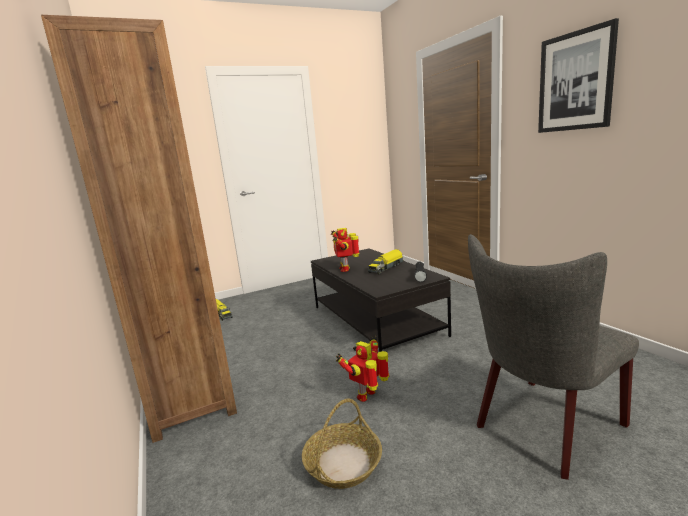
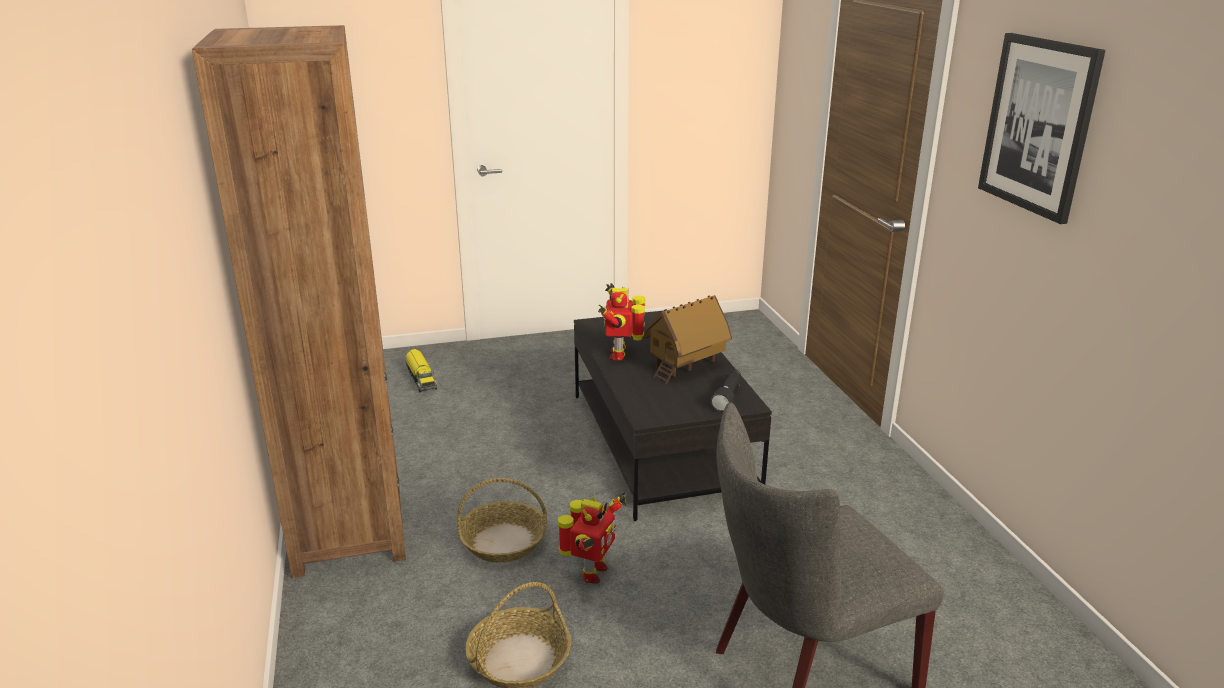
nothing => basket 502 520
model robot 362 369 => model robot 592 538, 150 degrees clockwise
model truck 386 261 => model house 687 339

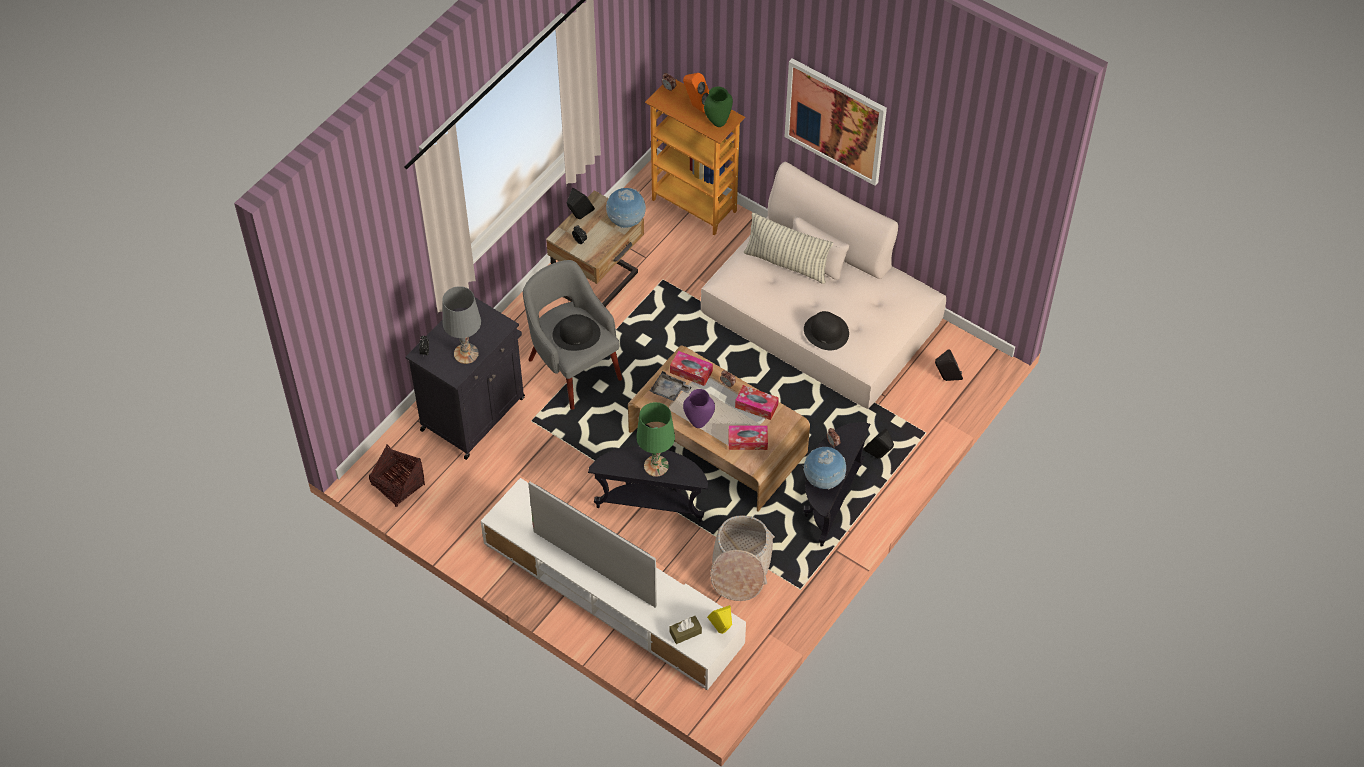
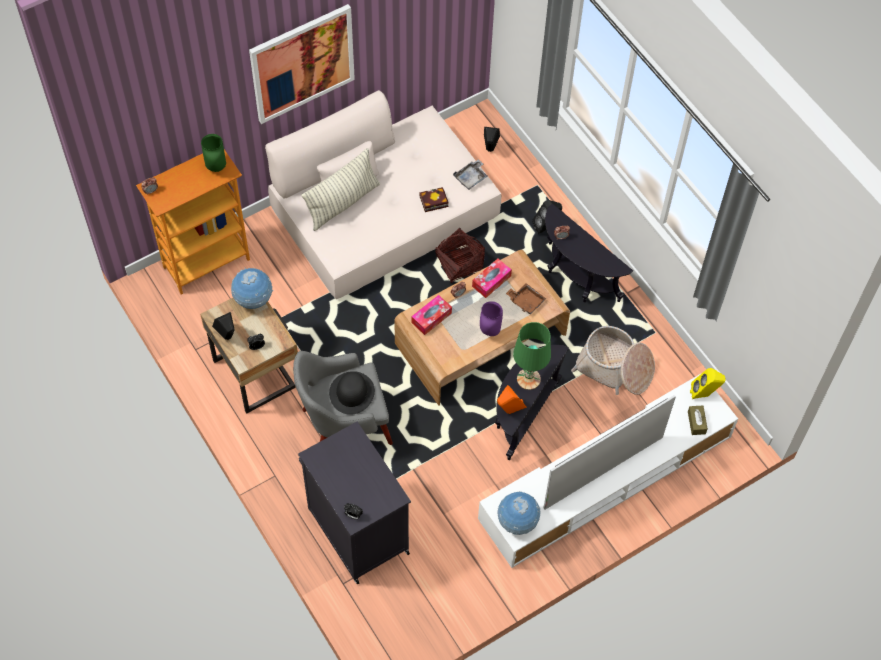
black hat 826 330 => volume 434 199
basket 397 475 => basket 460 255, move
greyish serving tray 670 386 => greyish serving tray 470 174, move
orange speaker 696 93 => orange speaker 511 399, move
world globe 824 468 => world globe 519 513, move
box of tissues 748 437 => brown-coloured serving tray 526 298
greyish tabletop lamp 461 325 => nothing

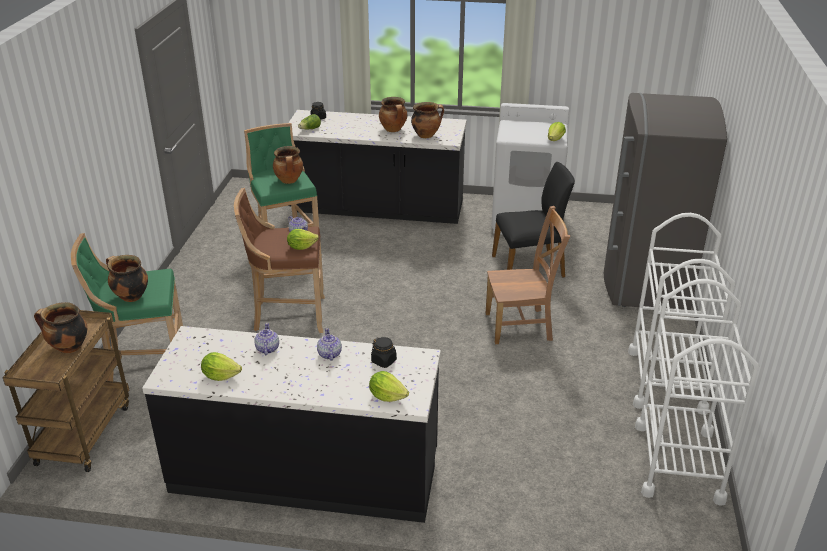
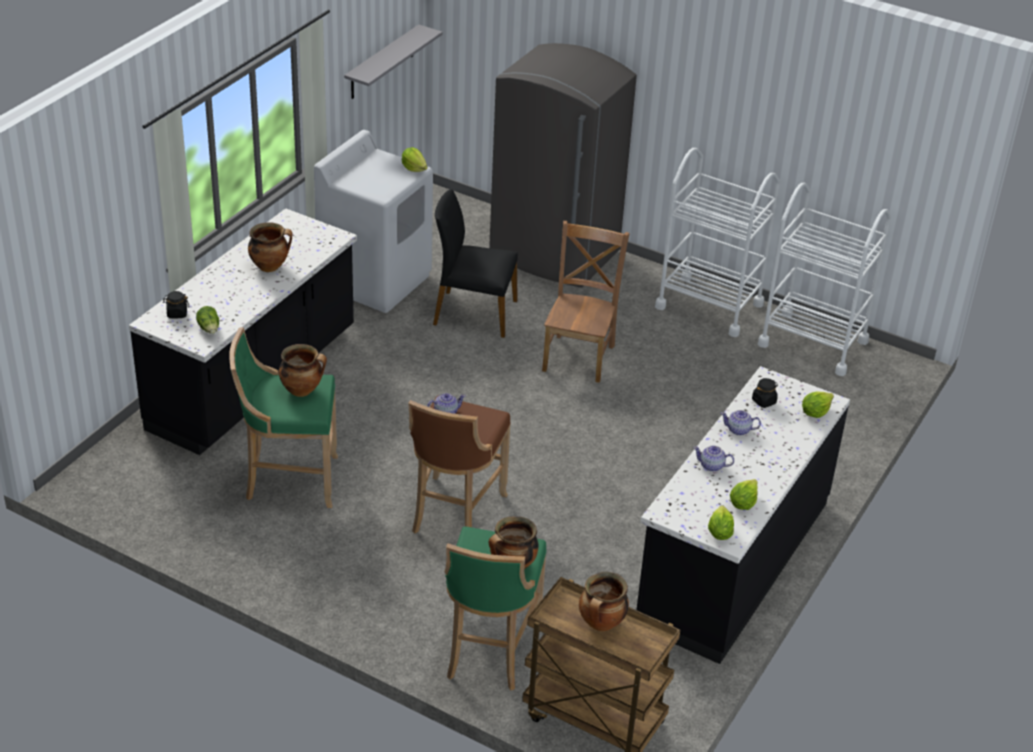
nothing => greyish shelf 393 62
black plain chair 533 220 => black plain chair 475 263, 90 degrees counterclockwise
head of lettuce 303 239 => head of lettuce 721 522, move
saucepot 427 120 => nothing

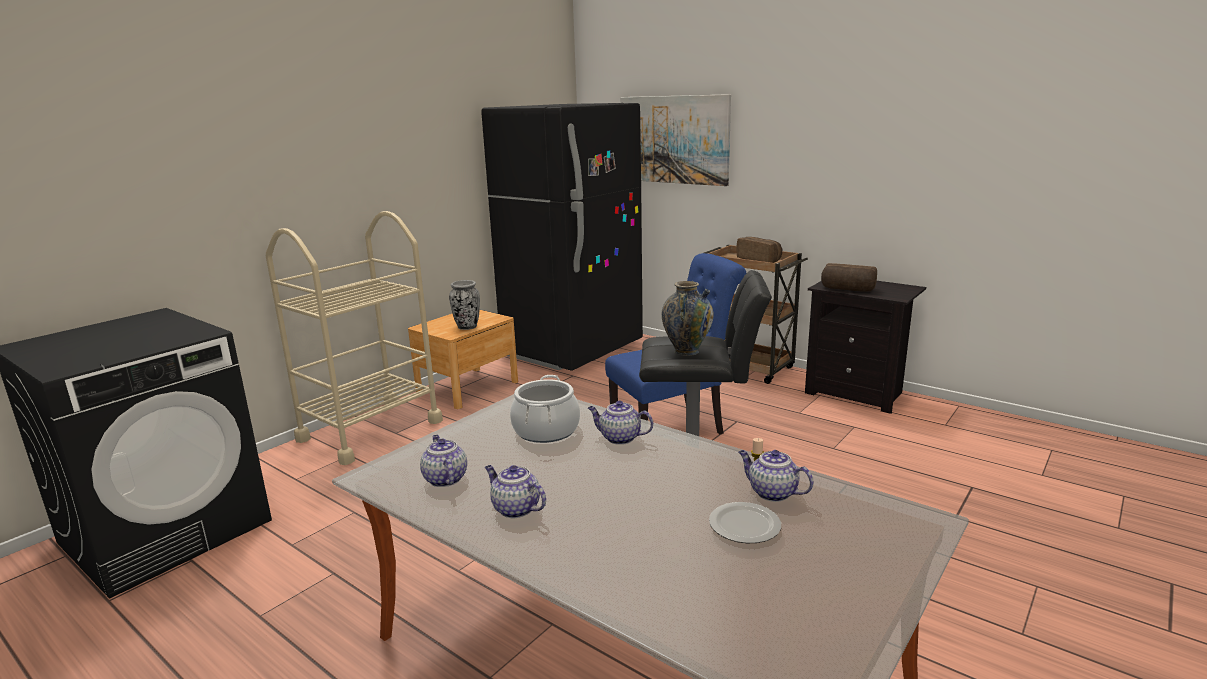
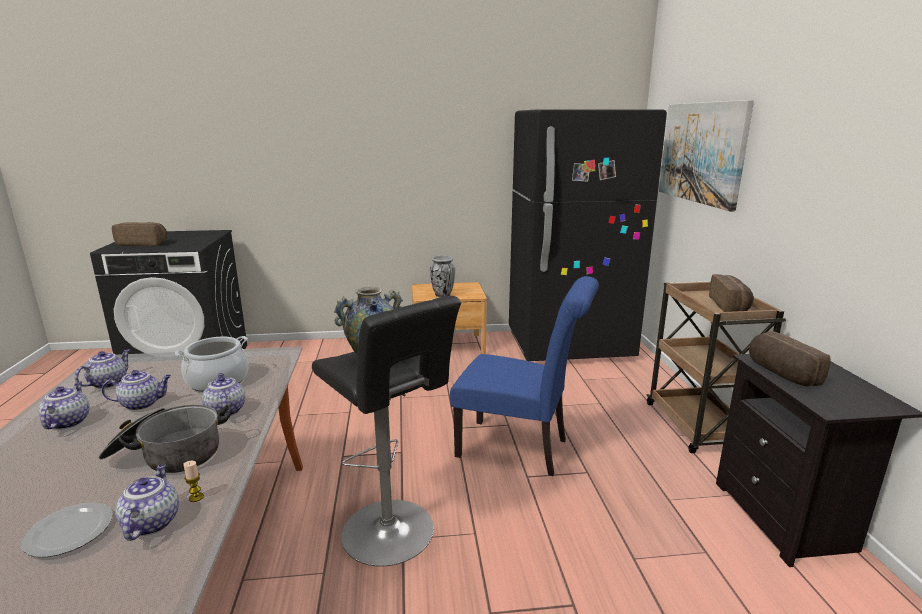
nothing => saucepot 165 438
nothing => tea pot 136 390
nothing => bread 139 234
beige trolley 354 338 => nothing

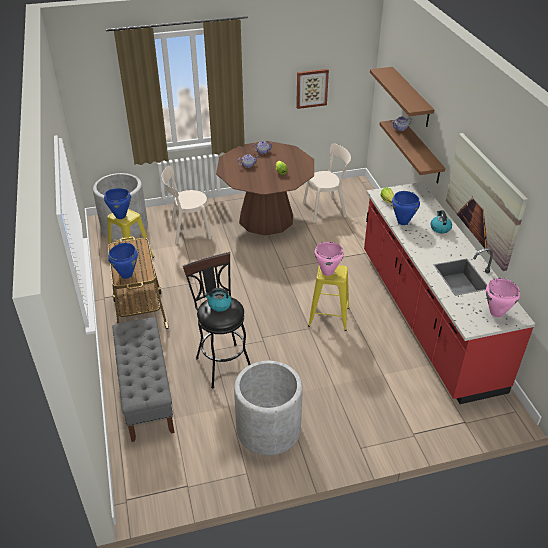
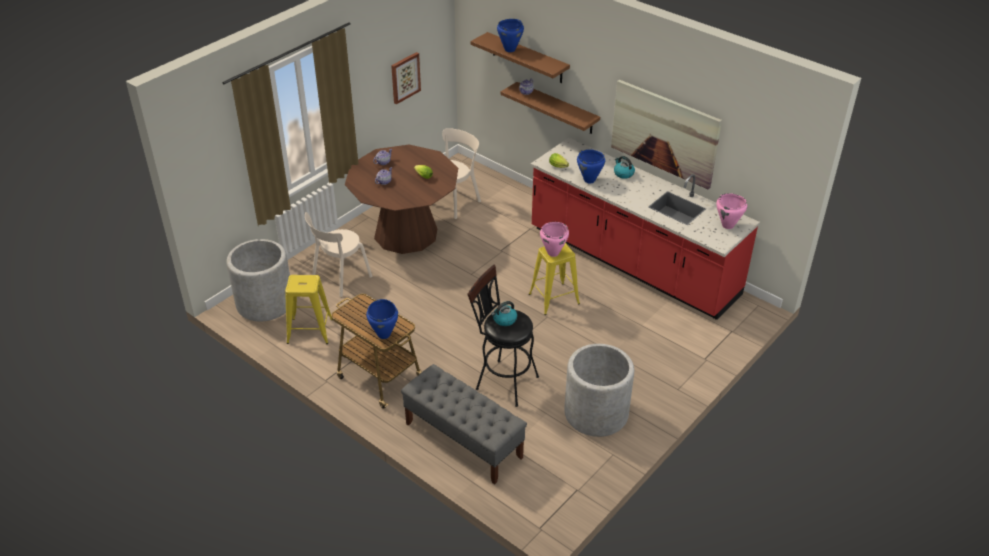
blue-coloured saucepot 117 203 => blue-coloured saucepot 510 35, move

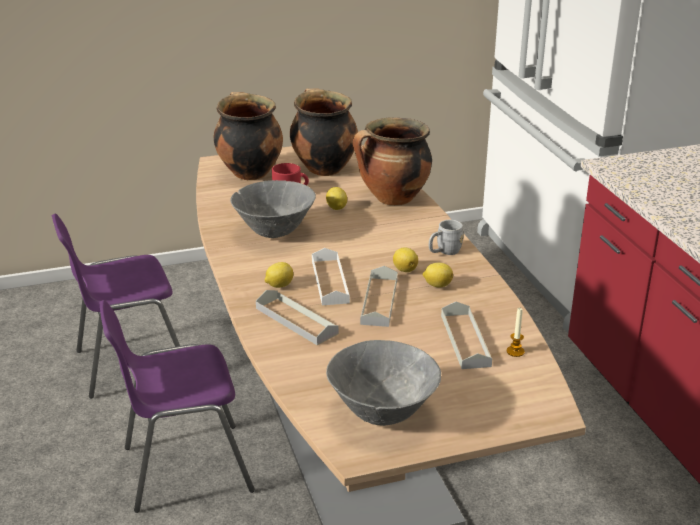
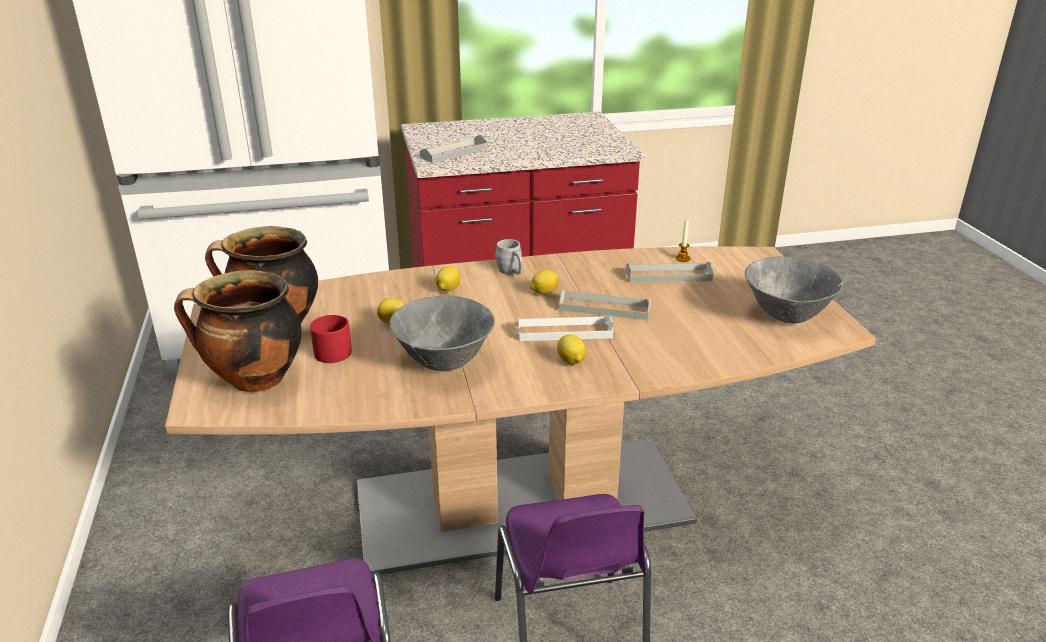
greyish serving tray 297 317 => greyish serving tray 454 149, move
citrus fruit 438 275 => citrus fruit 448 279, move
saucepot 392 161 => nothing

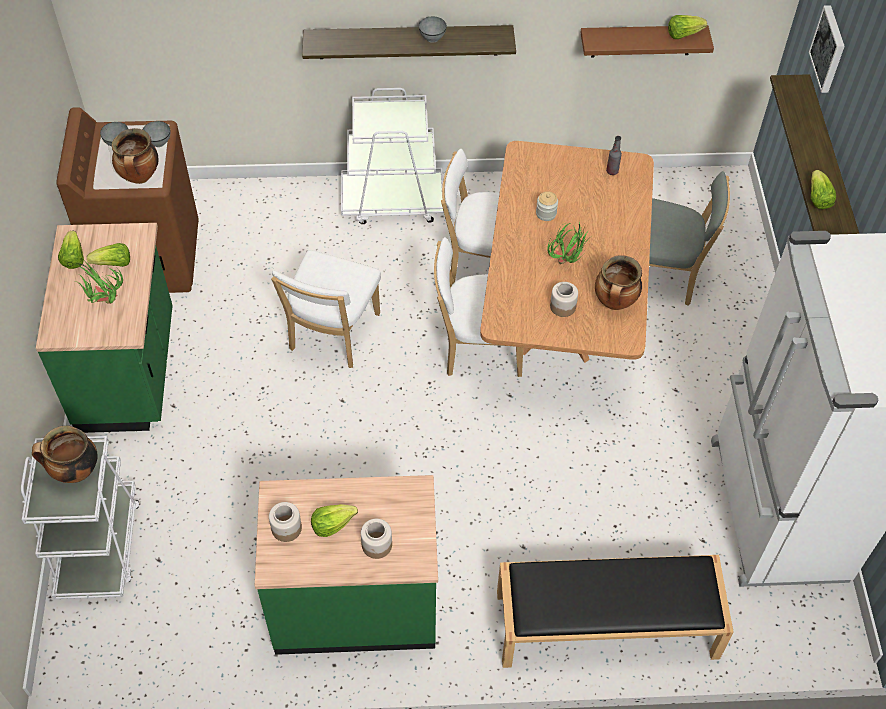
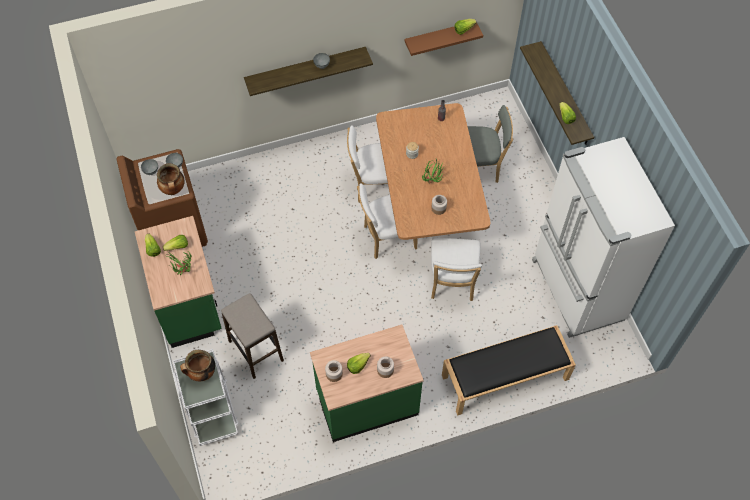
nothing => stool 252 336
whitish plain chair 326 309 => whitish plain chair 456 269, move
whitish trolley 392 156 => nothing
saucepot 618 282 => nothing
picture 827 49 => nothing

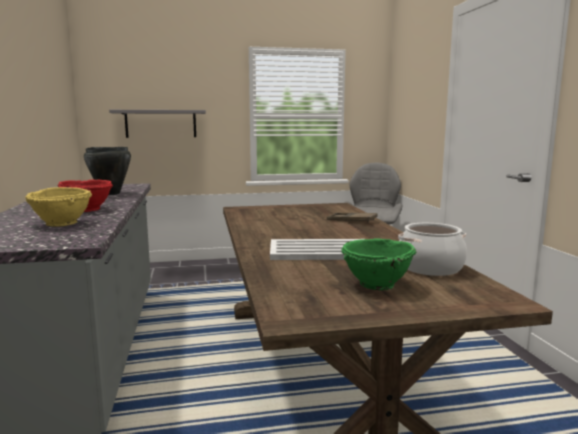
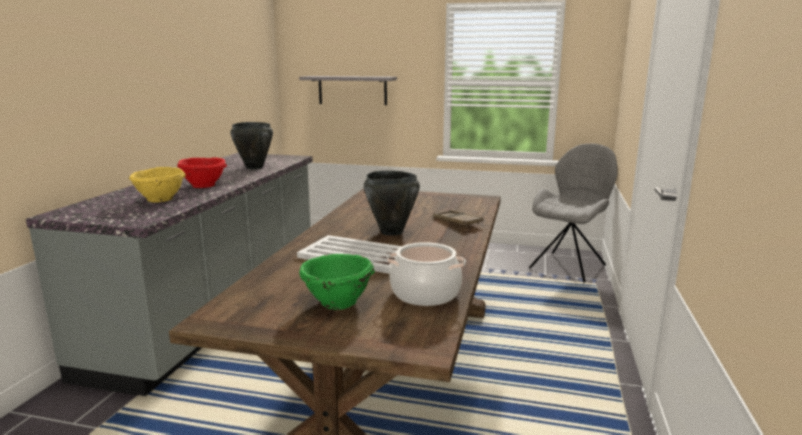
nothing => black saucepot 392 203

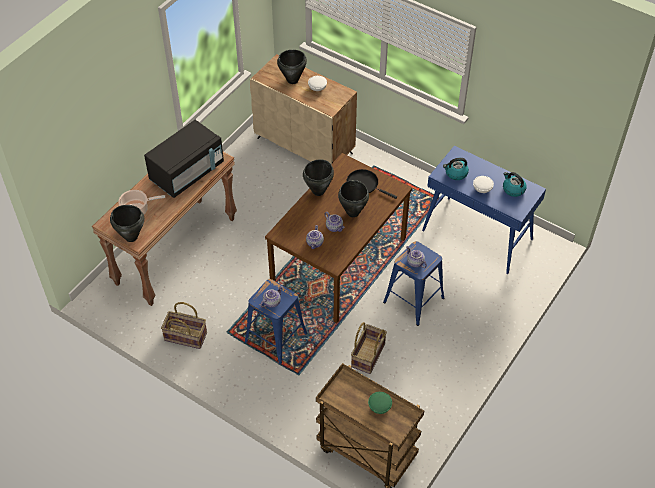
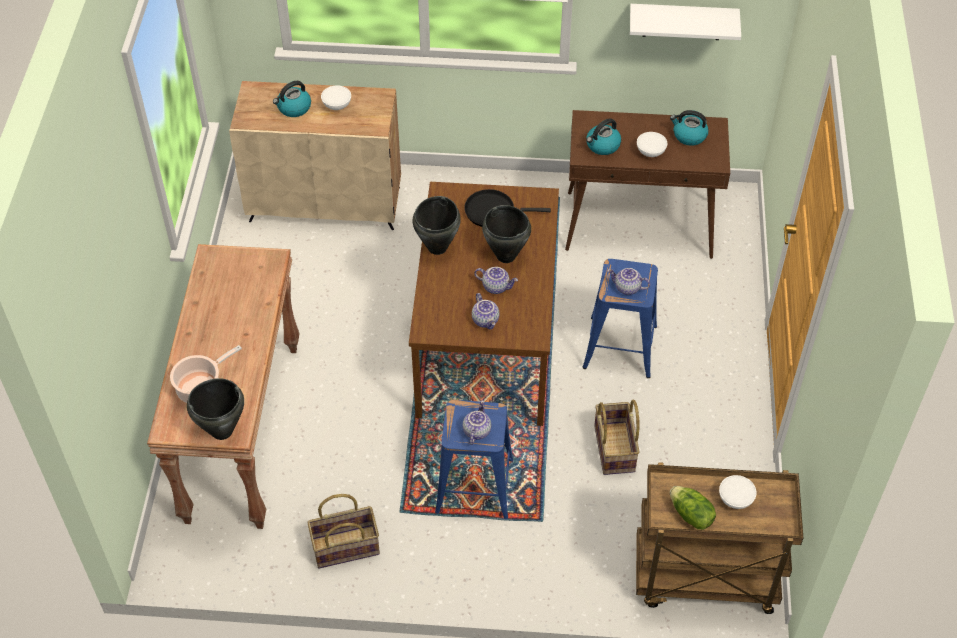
black saucepot 292 67 => tea kettle 292 99
blue-coloured narrow table 484 210 => brown-coloured narrow table 647 184
nothing => whitish shelf 685 22
nothing => head of lettuce 693 508
green deep dish 380 403 => whitish deep dish 738 492
black microwave oven 184 159 => nothing

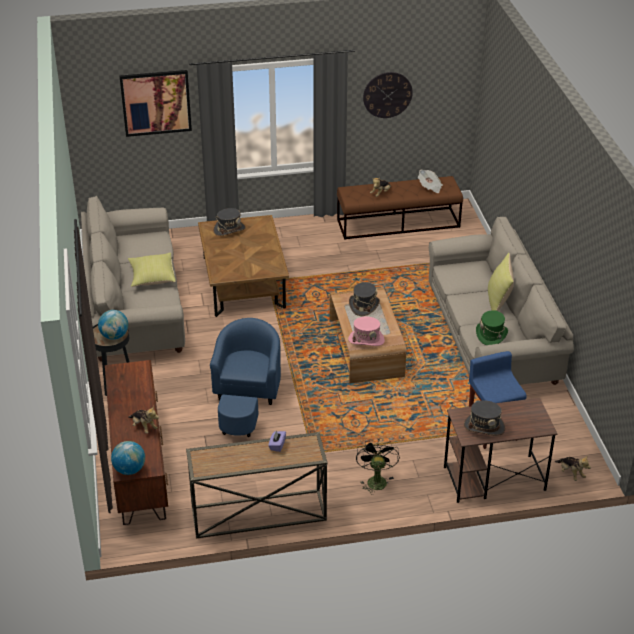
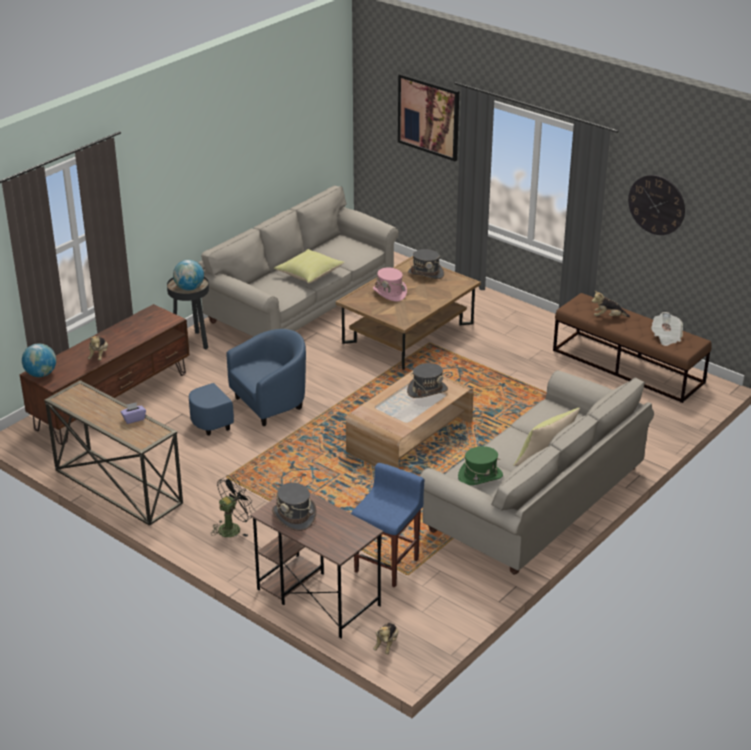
pink-coloured hat 366 331 => pink-coloured hat 390 284, move

